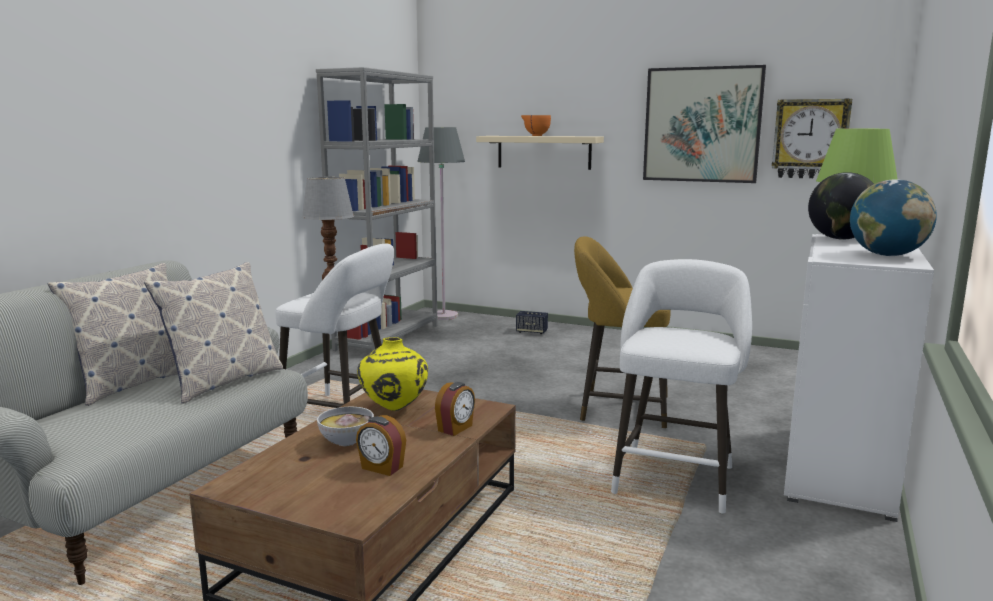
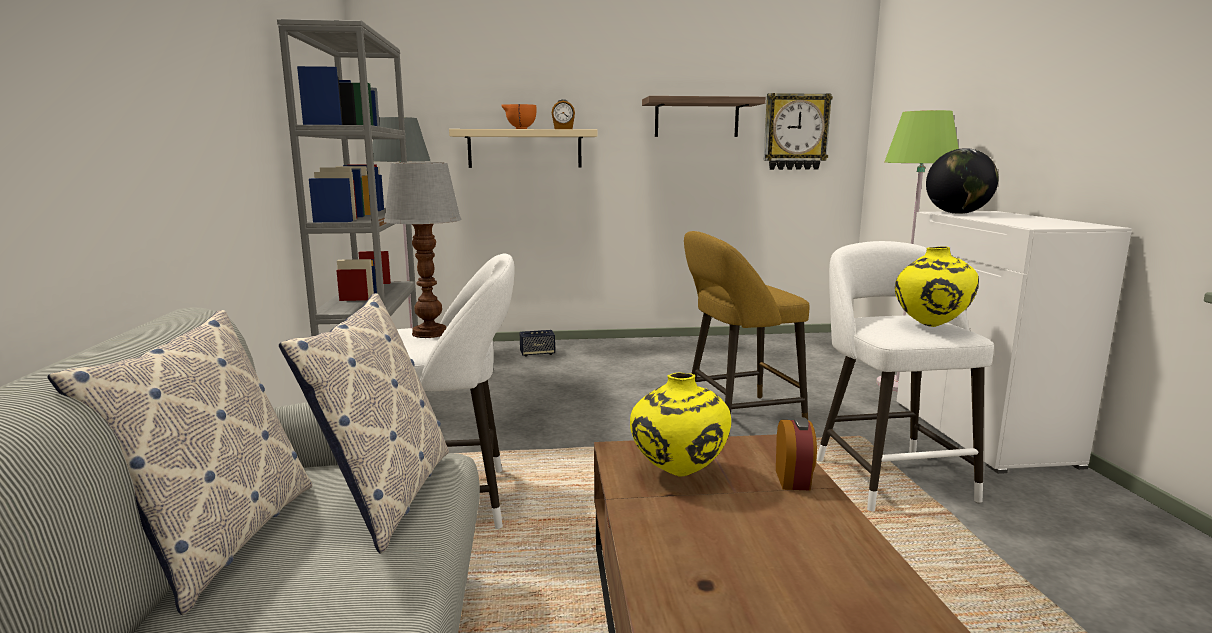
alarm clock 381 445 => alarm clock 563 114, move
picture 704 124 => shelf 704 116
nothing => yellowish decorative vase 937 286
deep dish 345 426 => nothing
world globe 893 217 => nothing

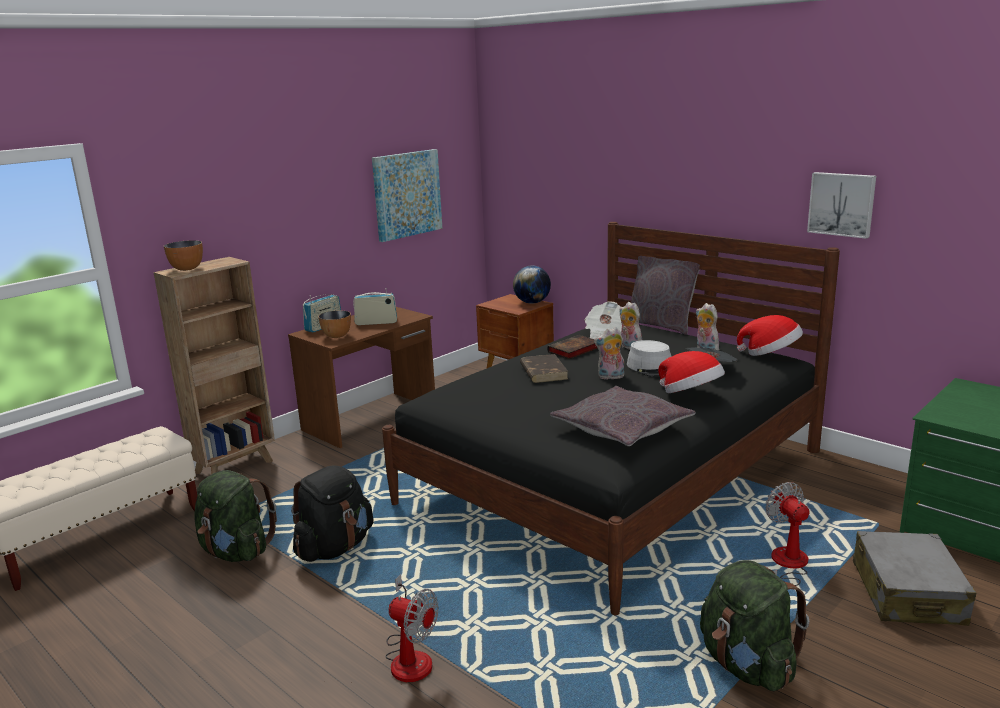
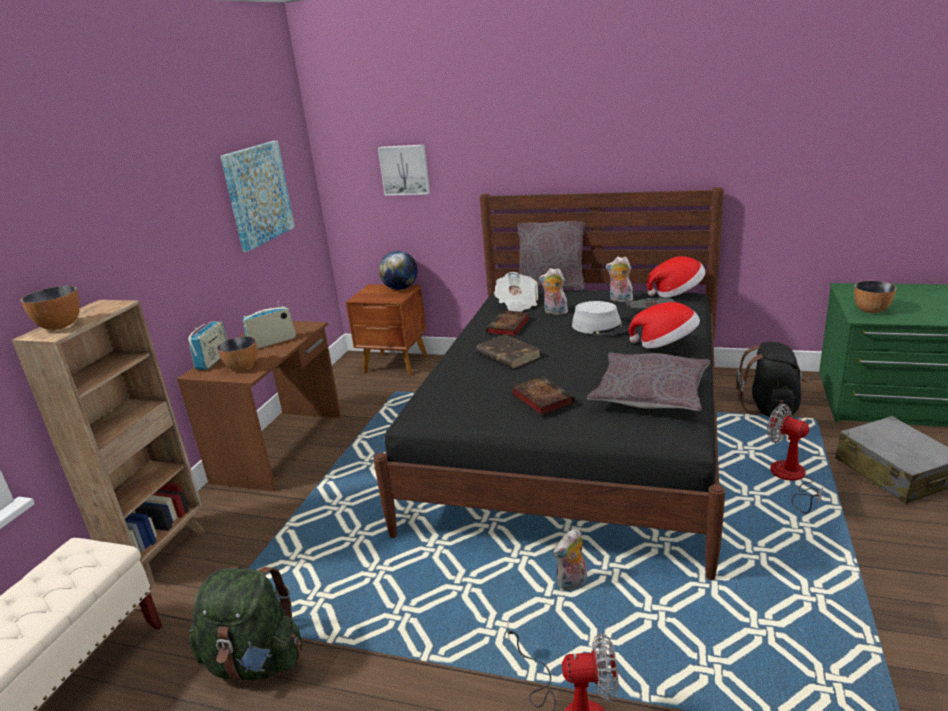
picture 841 205 => picture 404 170, move
nothing => volume 543 396
plush toy 609 353 => plush toy 570 559, move
black knapsack 332 513 => black knapsack 772 380, move
nothing => deep dish 875 297
green knapsack 754 625 => nothing

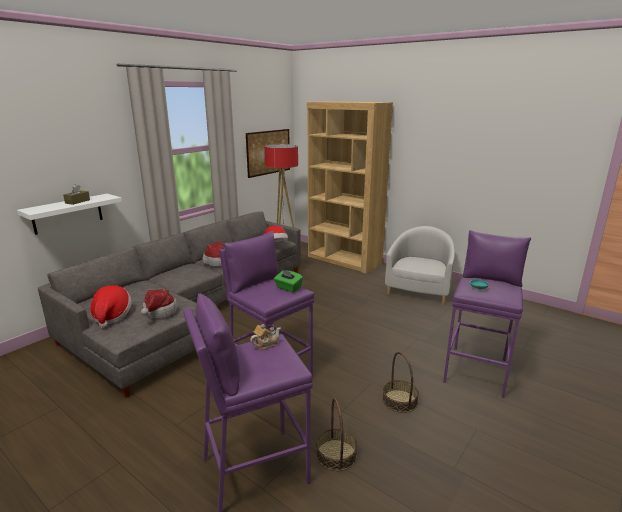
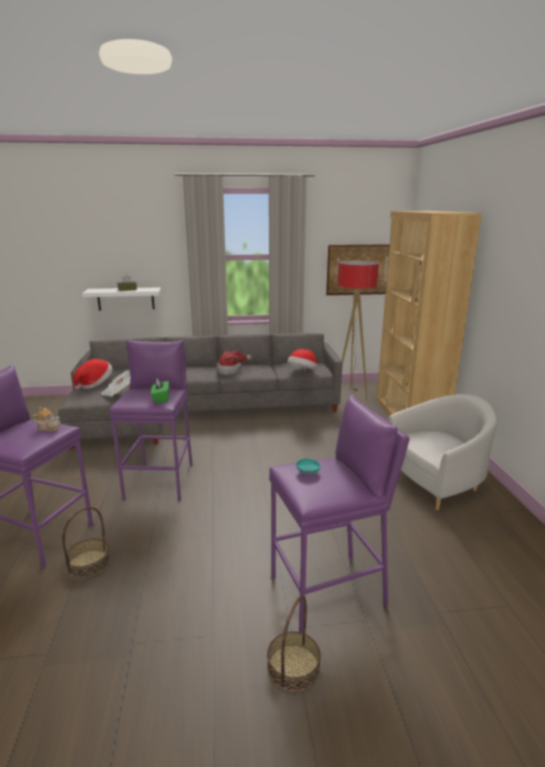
hat 159 303 => newspaper 115 384
basket 400 382 => basket 294 644, move

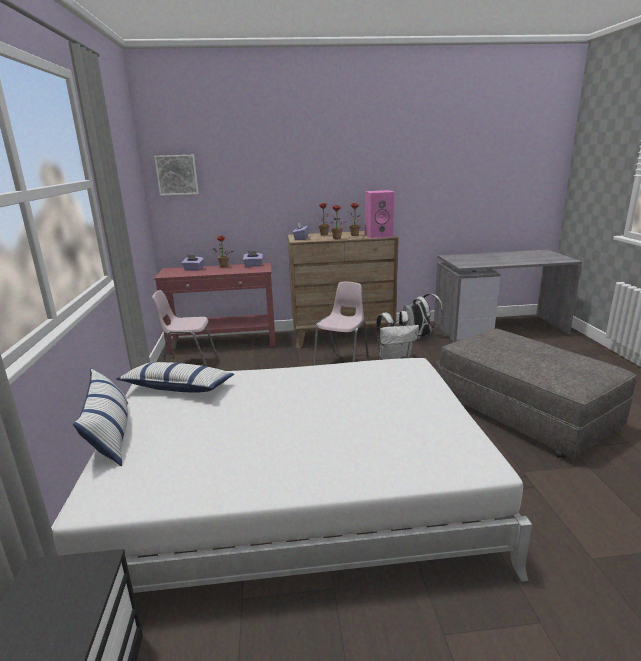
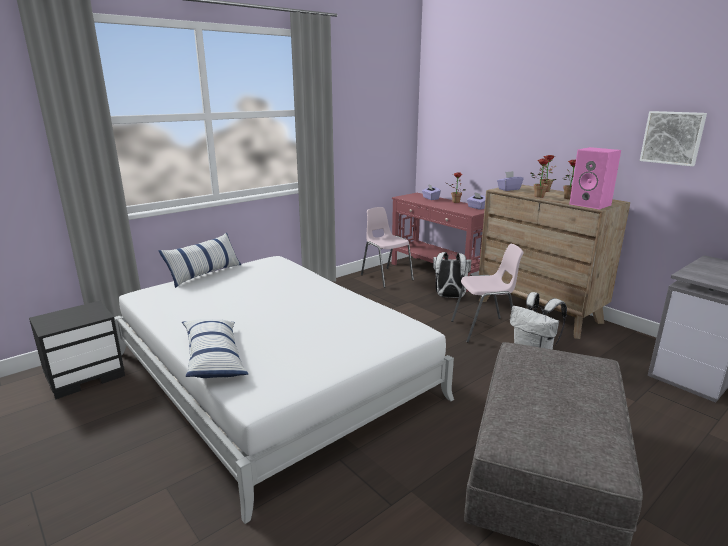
cushion 175 377 => cushion 215 348, move
whitish knapsack 423 316 => whitish knapsack 452 275, move
picture 176 175 => picture 673 138, move

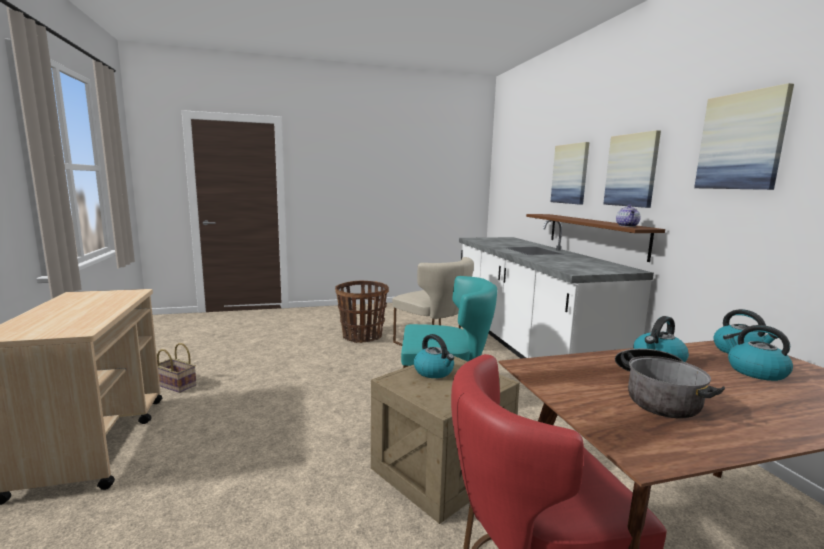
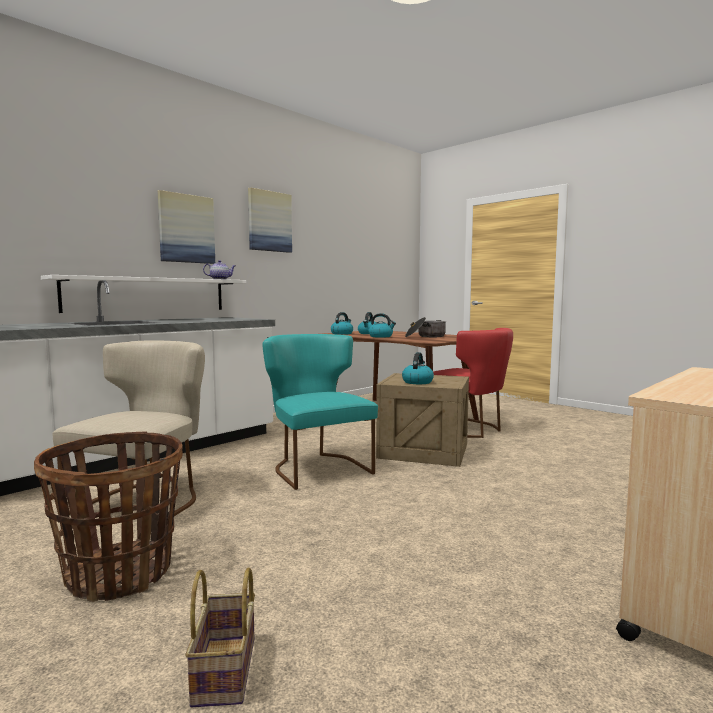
brown-coloured shelf 595 238 => whitish shelf 143 294
basket 177 368 => basket 220 637, move
picture 569 173 => nothing

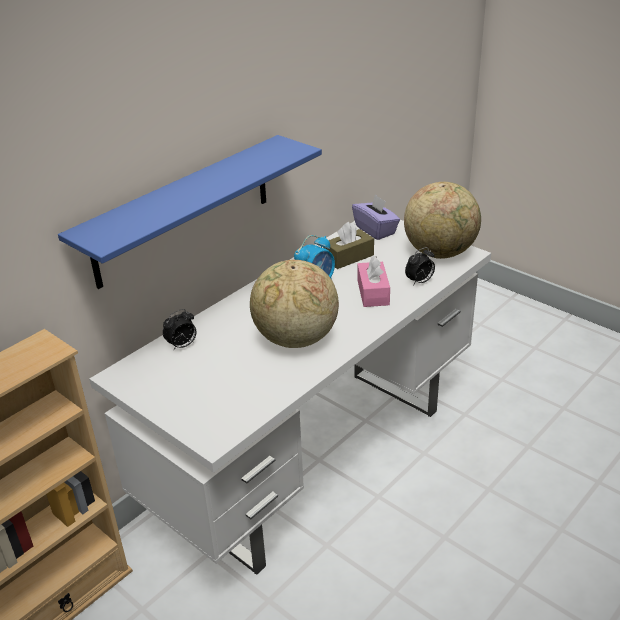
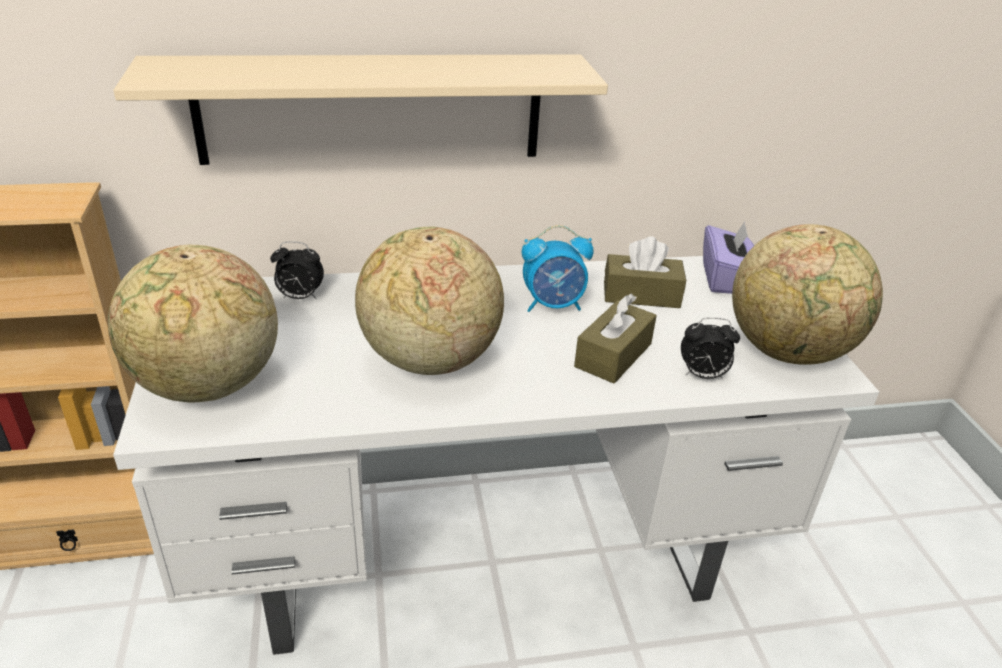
nothing => world globe 193 323
blue-coloured shelf 190 212 => beige shelf 361 109
pink-coloured box of tissues 373 281 => brown-coloured box of tissues 615 339

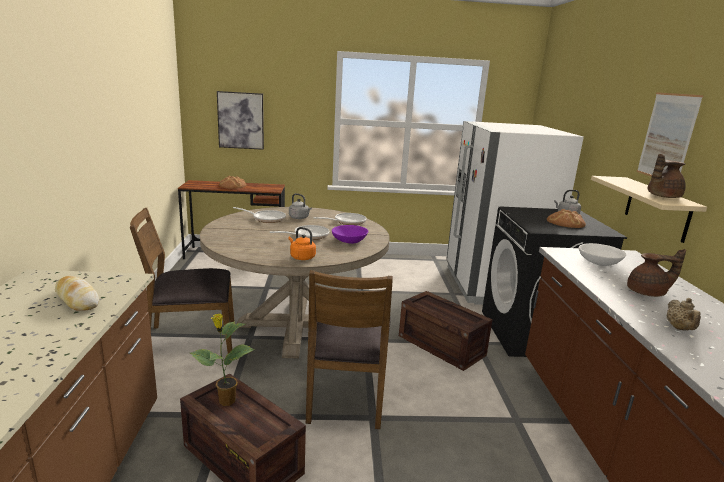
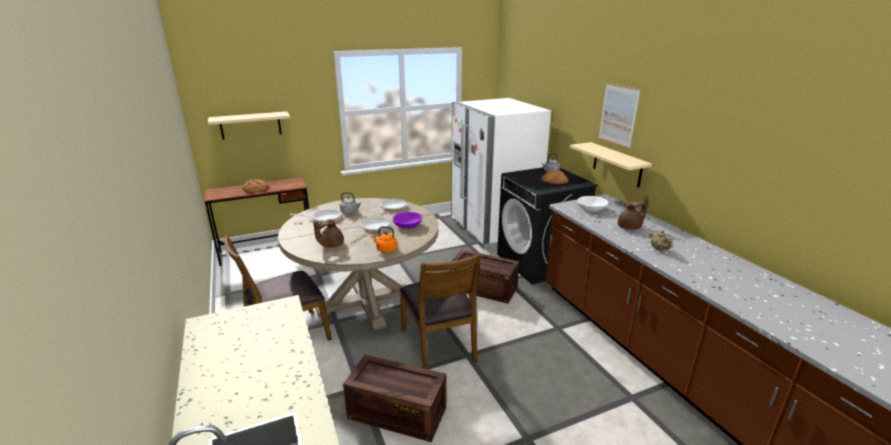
picture 240 120 => beige shelf 249 125
brown-coloured tea pot 667 176 => brown-coloured tea pot 328 233, move
bread 77 293 => nothing
plant in a pot 222 359 => nothing

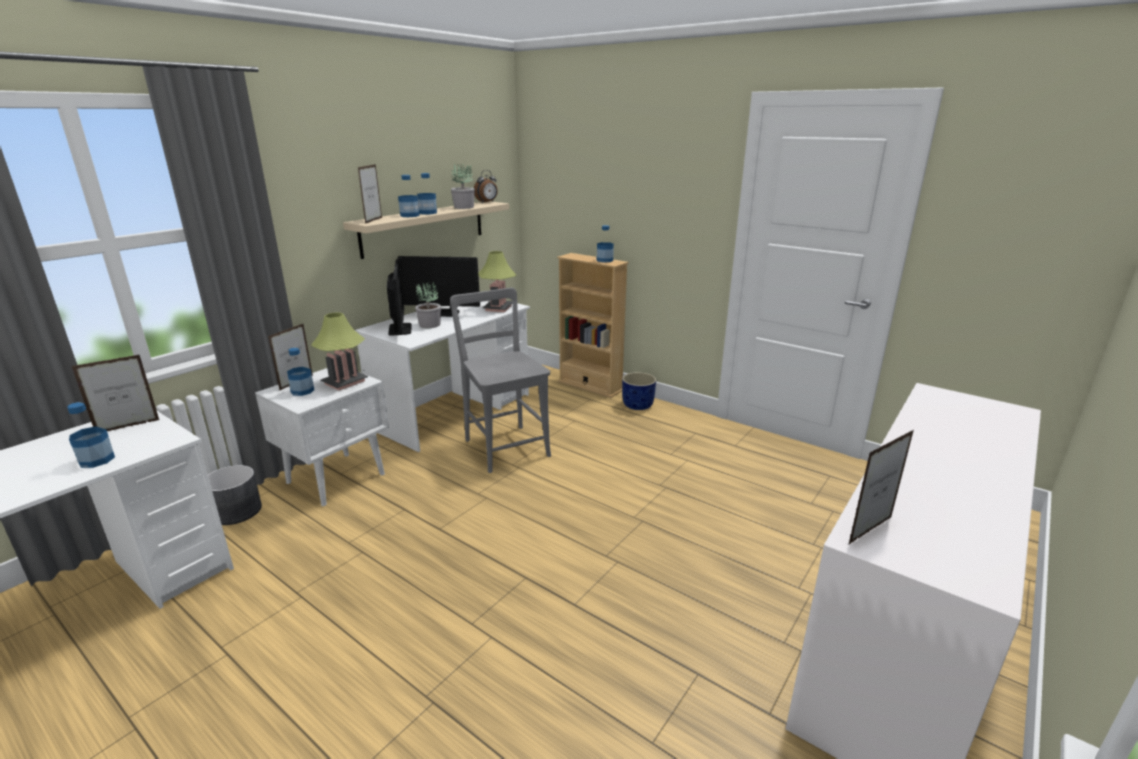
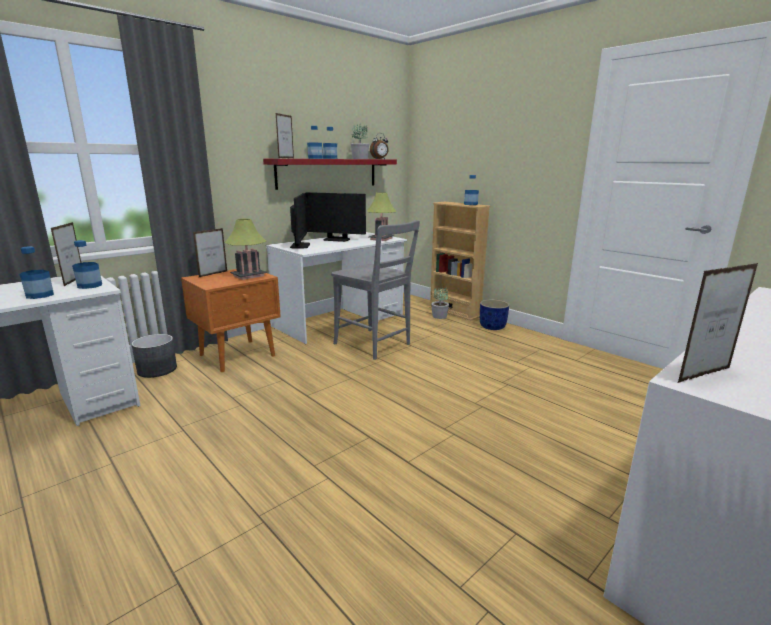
standing frame 115 393 => standing frame 66 254, 75 degrees counterclockwise
drink bottle 300 372 => drink bottle 87 264, move
whitish night table 322 437 => orange night table 231 320
beige shelf 426 230 => reddish shelf 330 174
greyish plain chair 500 380 => greyish plain chair 375 290, 150 degrees clockwise
plant in a pot 428 305 => plant in a pot 440 303, move

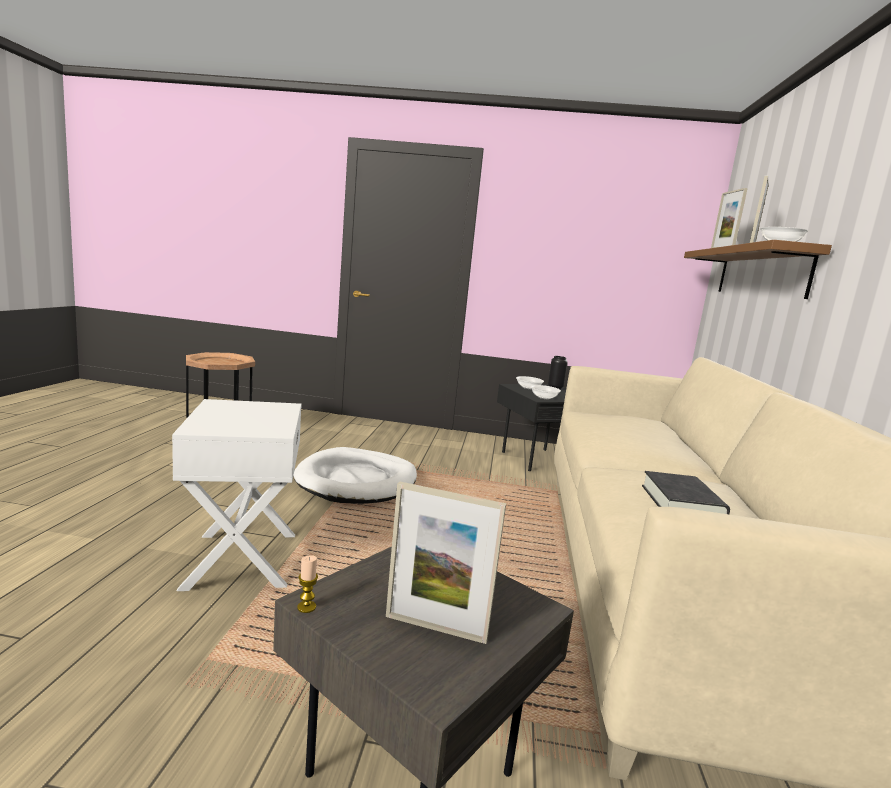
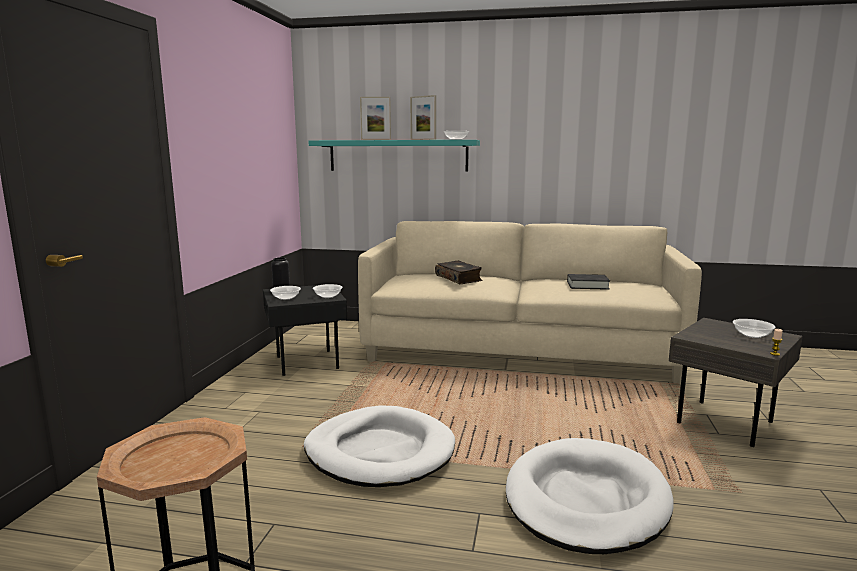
brown-coloured shelf 758 269 => turquoise-coloured shelf 394 156
nothing => volume 459 272
whitish side table 237 495 => whitish dog cushion 590 496
standing frame 446 563 => deep dish 754 328

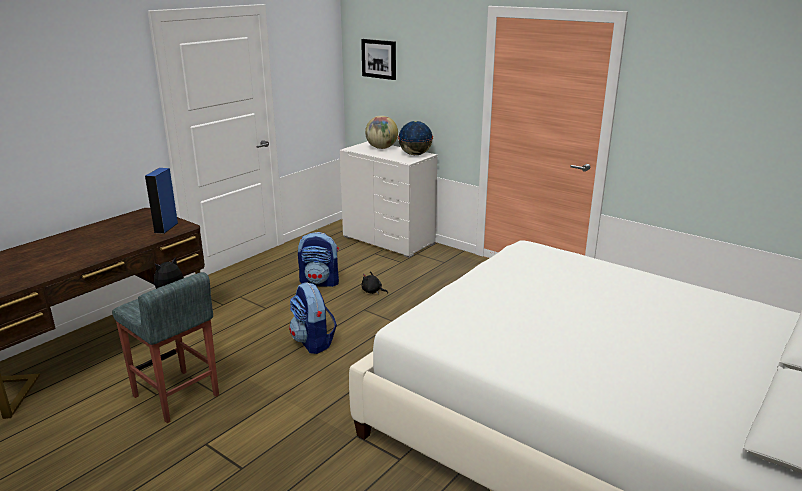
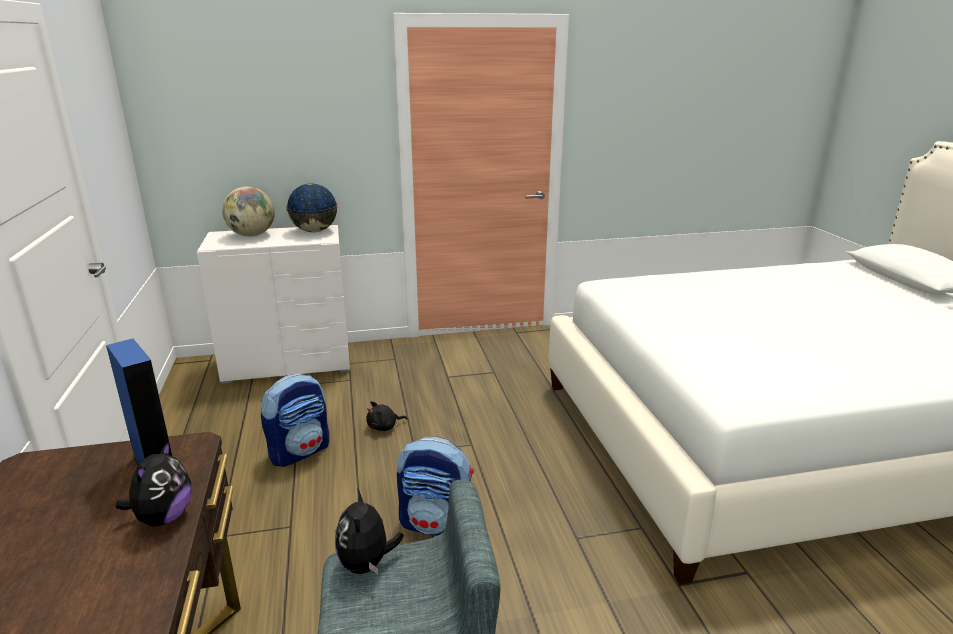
nothing => plush toy 153 483
picture 378 59 => nothing

